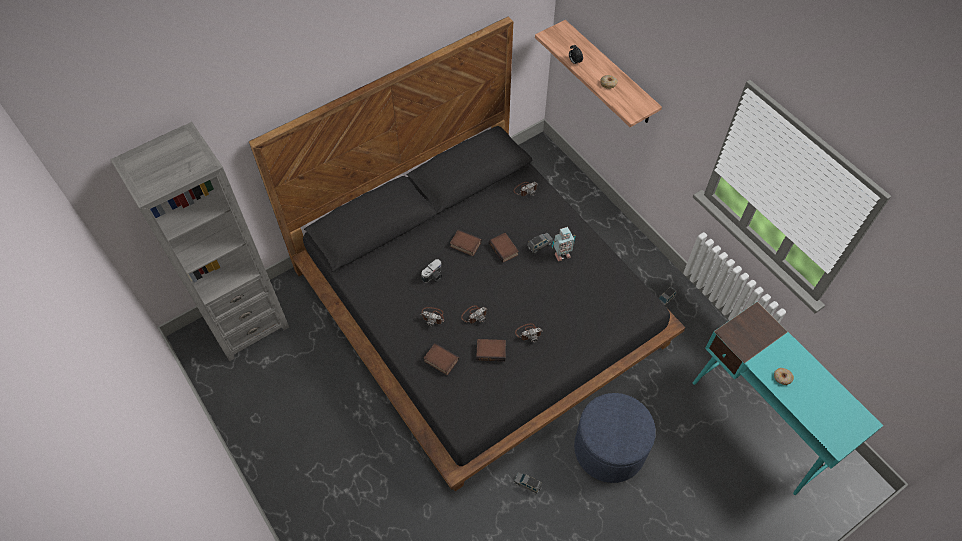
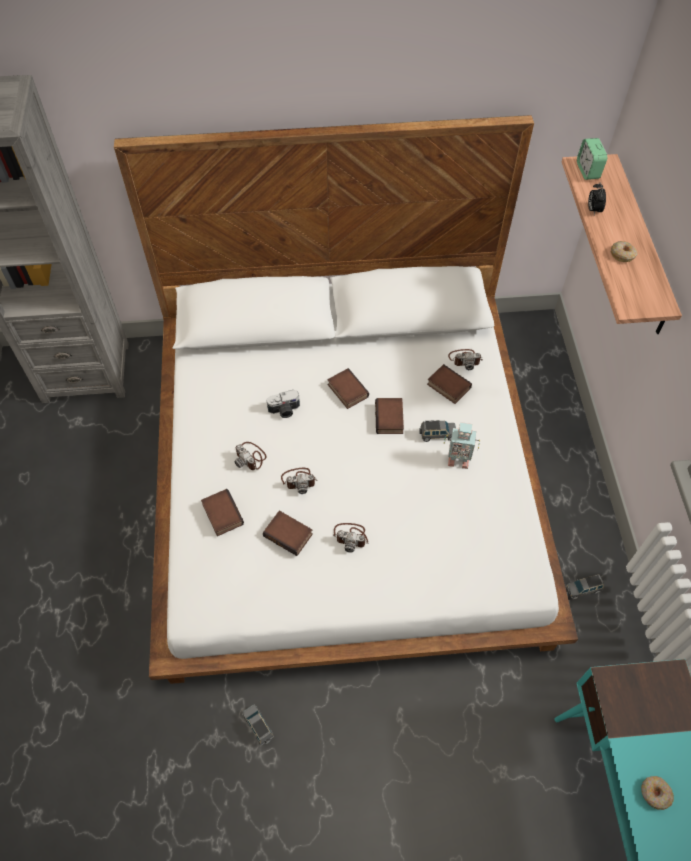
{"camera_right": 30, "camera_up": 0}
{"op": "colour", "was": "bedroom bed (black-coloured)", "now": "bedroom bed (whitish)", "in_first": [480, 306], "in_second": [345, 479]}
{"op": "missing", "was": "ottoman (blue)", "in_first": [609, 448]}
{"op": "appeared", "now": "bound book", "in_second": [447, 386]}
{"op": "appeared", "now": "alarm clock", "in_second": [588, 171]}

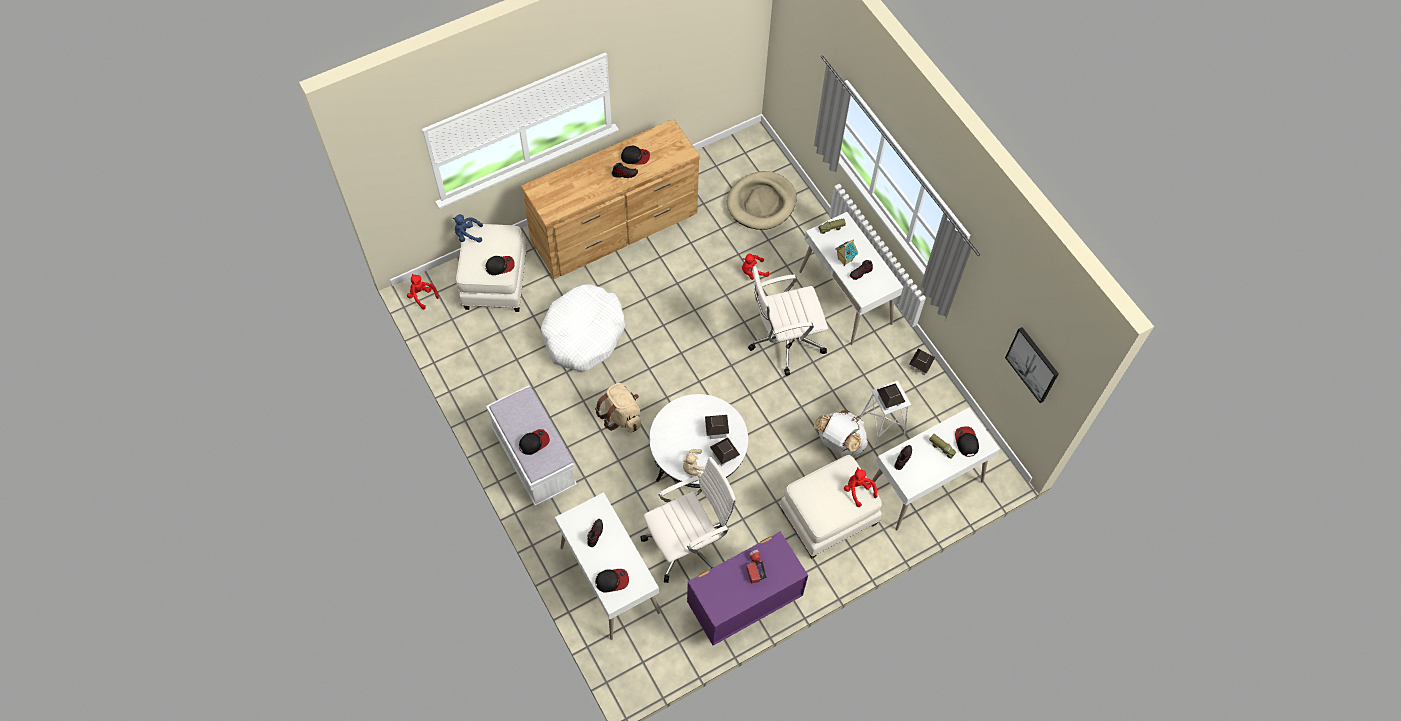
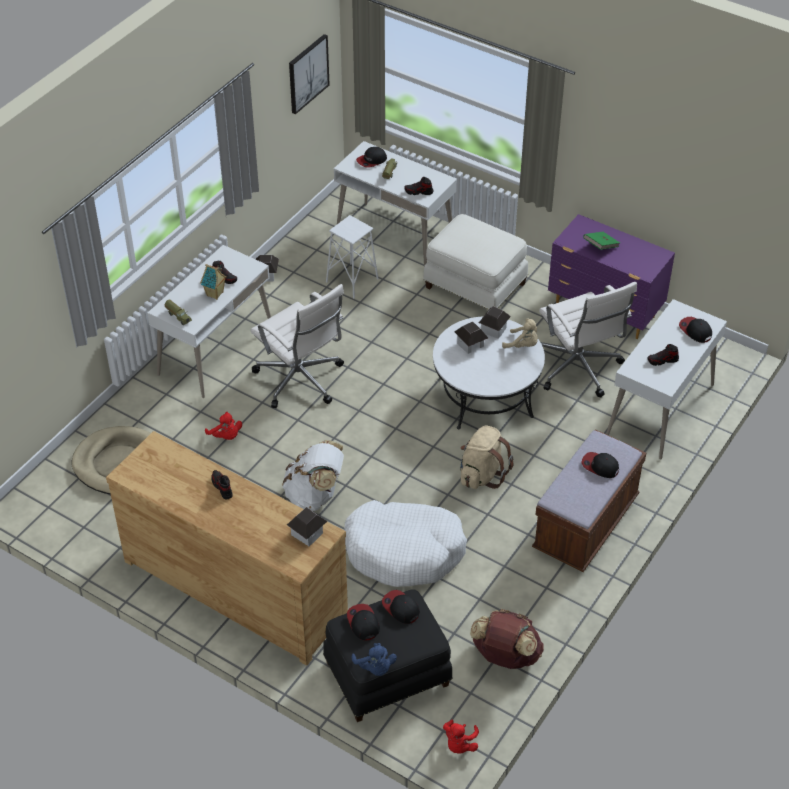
{"camera_right": -115, "camera_up": -15}
{"op": "colour", "was": "ottoman (whitish)", "now": "ottoman (black-coloured)", "in_first": [494, 281], "in_second": [387, 675]}
{"op": "colour", "was": "indoor bench (whitish)", "now": "indoor bench (brown-coloured)", "in_first": [534, 459], "in_second": [585, 524]}
{"op": "relocated", "was": "peaked cap", "in_first": [635, 157], "in_second": [363, 623]}
{"op": "spun", "was": "office chair (whitish)", "in_first": [688, 543], "in_second": [578, 369], "clockwise": -150}
{"op": "exchanged", "was": "hand torch", "now": "bound book (greenish)", "in_first": [755, 568], "in_second": [600, 246]}
{"op": "relocated", "was": "backpack (whitish)", "in_first": [839, 442], "in_second": [315, 495]}
{"op": "missing", "was": "cuddly toy (red-coloured)", "in_first": [858, 490]}
{"op": "relocated", "was": "toy house", "in_first": [889, 401], "in_second": [307, 533]}
{"op": "appeared", "now": "backpack (brown-coloured)", "in_second": [505, 656]}

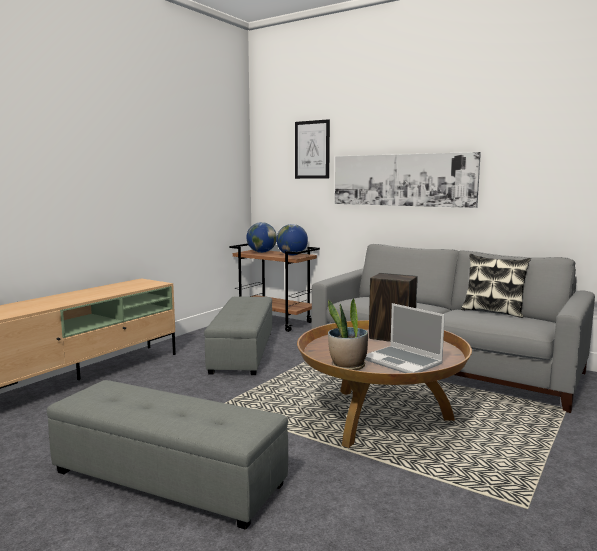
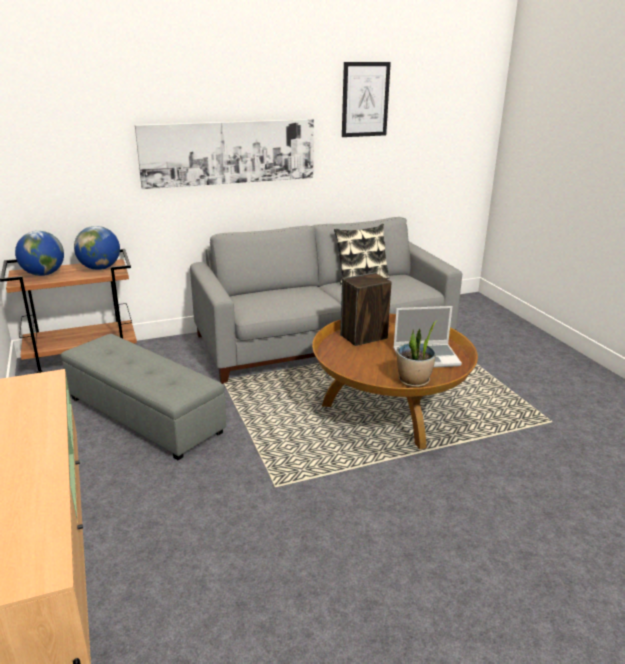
{"camera_right": -55, "camera_up": 15}
{"op": "missing", "was": "ottoman (grey)", "in_first": [168, 478]}
{"op": "relocated", "was": "picture", "in_first": [312, 149], "in_second": [365, 99]}

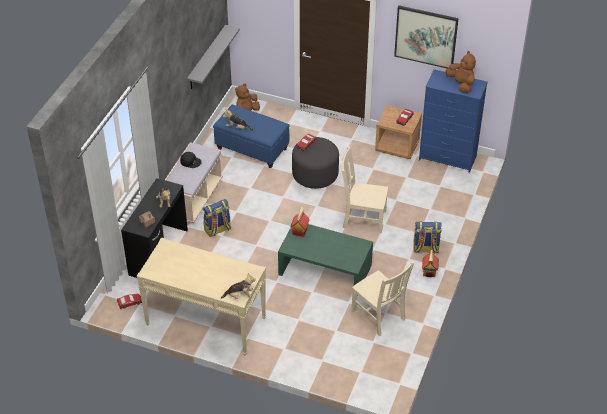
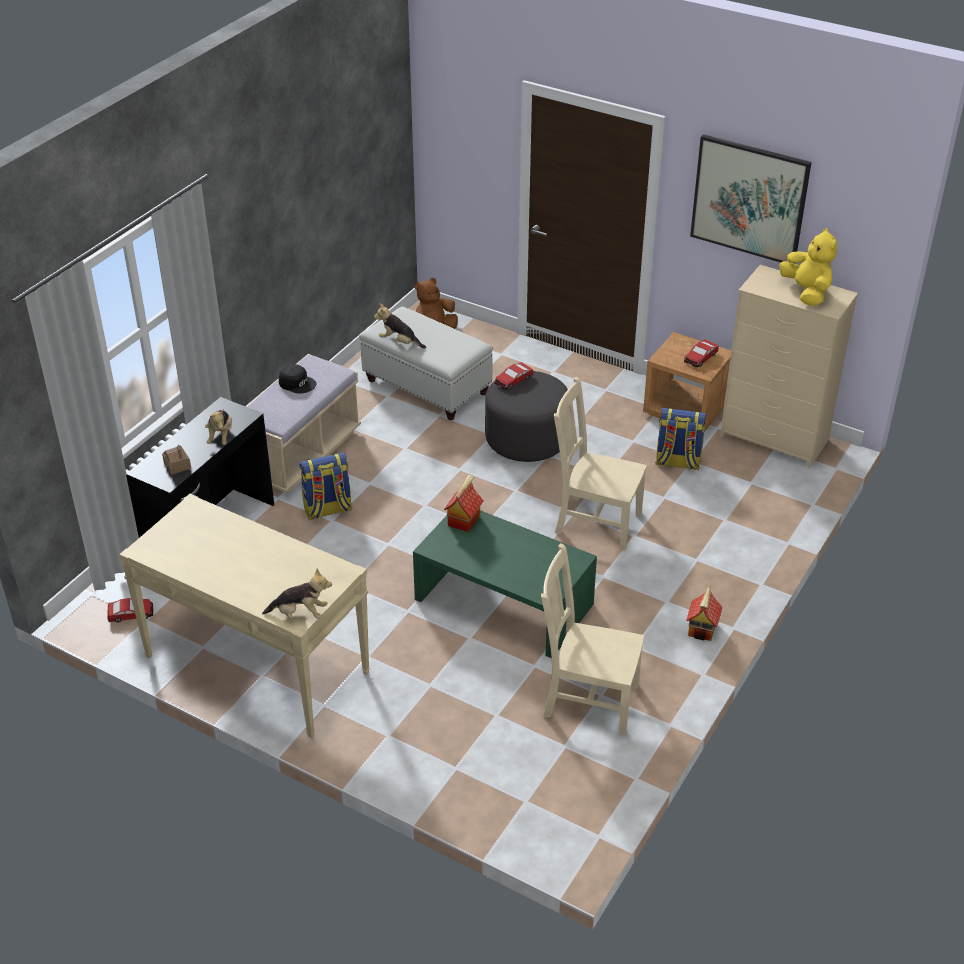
{"camera_right": 10, "camera_up": -5}
{"op": "missing", "was": "bracket shelf (grey)", "in_first": [207, 58]}
{"op": "colour", "was": "ottoman (blue)", "now": "ottoman (whitish)", "in_first": [252, 149], "in_second": [427, 387]}
{"op": "spun", "was": "plain chair (sand-coloured)", "in_first": [379, 316], "in_second": [587, 699], "clockwise": 135}
{"op": "relocated", "was": "backpack", "in_first": [425, 249], "in_second": [677, 462]}
{"op": "colour", "was": "drawer chest (blue)", "now": "drawer chest (sand-coloured)", "in_first": [448, 158], "in_second": [775, 438]}
{"op": "colour", "was": "cuddly toy (brown-coloured)", "now": "cuddly toy (yellow-coloured)", "in_first": [461, 84], "in_second": [806, 292]}

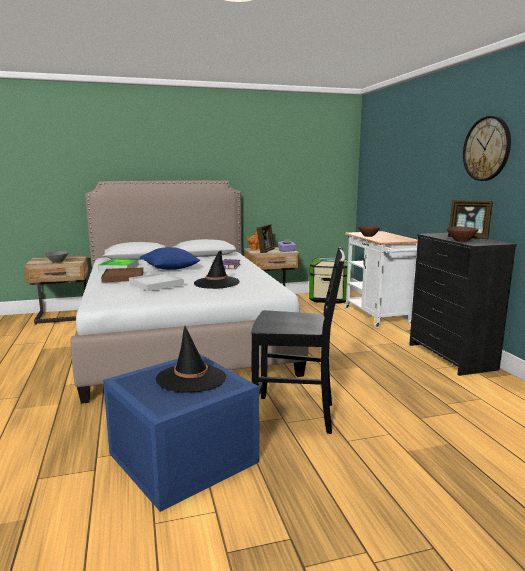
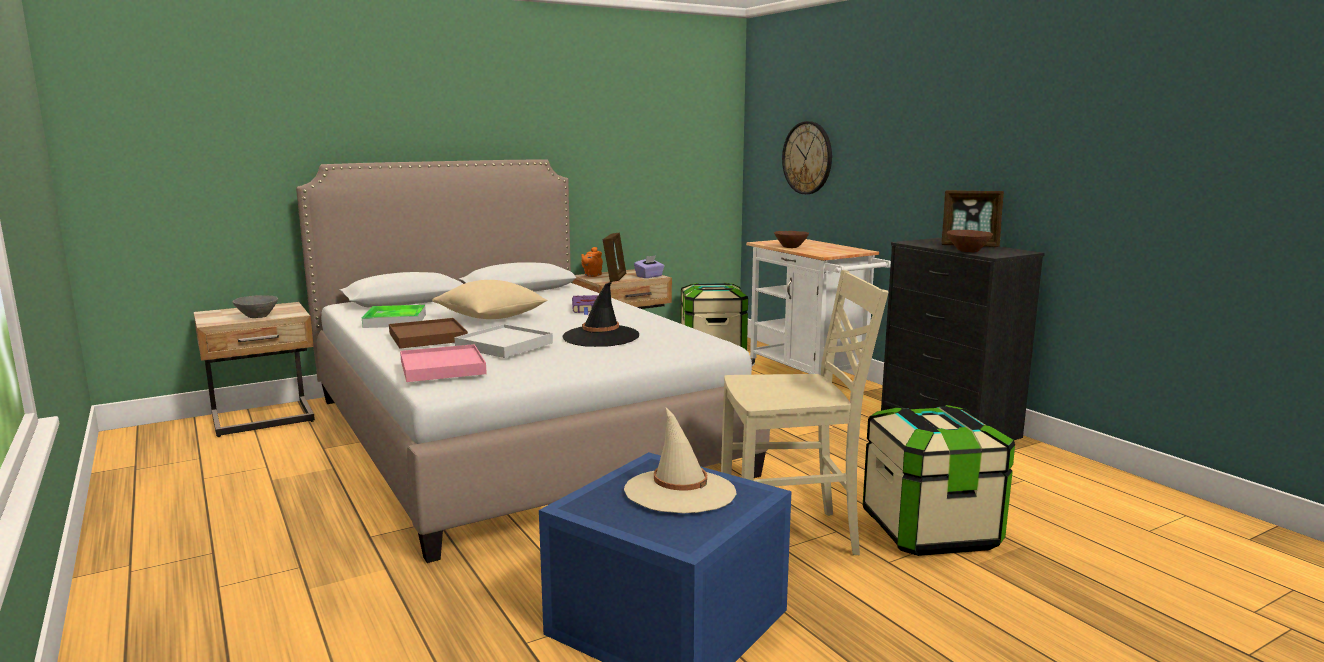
{"camera_right": -15, "camera_up": 0}
{"op": "colour", "was": "cushion (blue)", "now": "cushion (sand-coloured)", "in_first": [170, 269], "in_second": [491, 318]}
{"op": "colour", "was": "wearable hat (black-coloured)", "now": "wearable hat (sand-coloured)", "in_first": [191, 378], "in_second": [680, 492]}
{"op": "colour", "was": "plain chair (black-coloured)", "now": "plain chair (sand-coloured)", "in_first": [295, 415], "in_second": [791, 536]}
{"op": "relocated", "was": "wall clock", "in_first": [486, 149], "in_second": [807, 158]}
{"op": "appeared", "now": "carrying tray (pinkish)", "in_second": [442, 368]}
{"op": "appeared", "now": "storage bin", "in_second": [930, 530]}

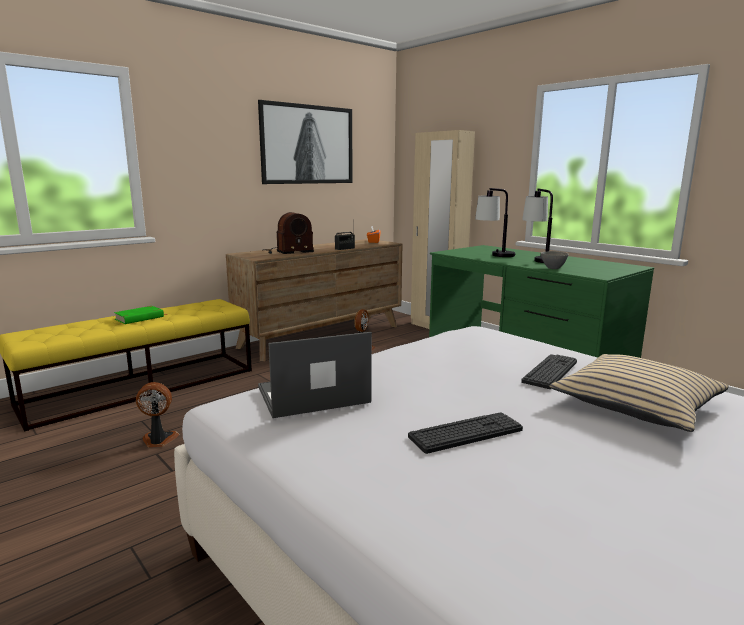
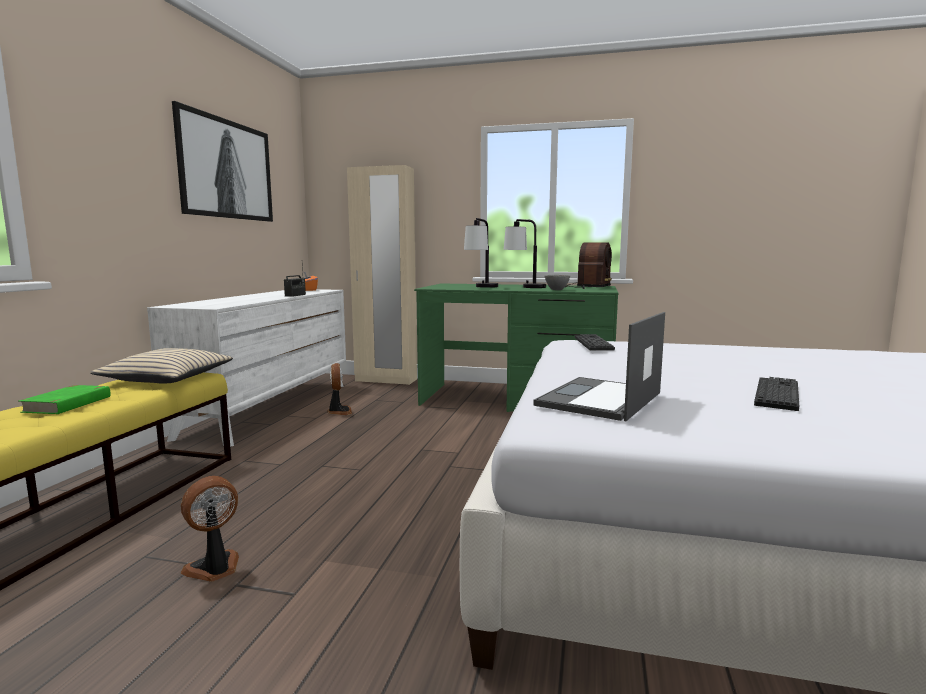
{"camera_right": -35, "camera_up": -5}
{"op": "colour", "was": "drawer chest (brown-coloured)", "now": "drawer chest (whitish)", "in_first": [322, 336], "in_second": [270, 408]}
{"op": "relocated", "was": "radio receiver", "in_first": [287, 252], "in_second": [583, 287]}
{"op": "relocated", "was": "computer keyboard", "in_first": [550, 372], "in_second": [593, 343]}
{"op": "relocated", "was": "cushion (sand-coloured)", "in_first": [637, 404], "in_second": [168, 378]}

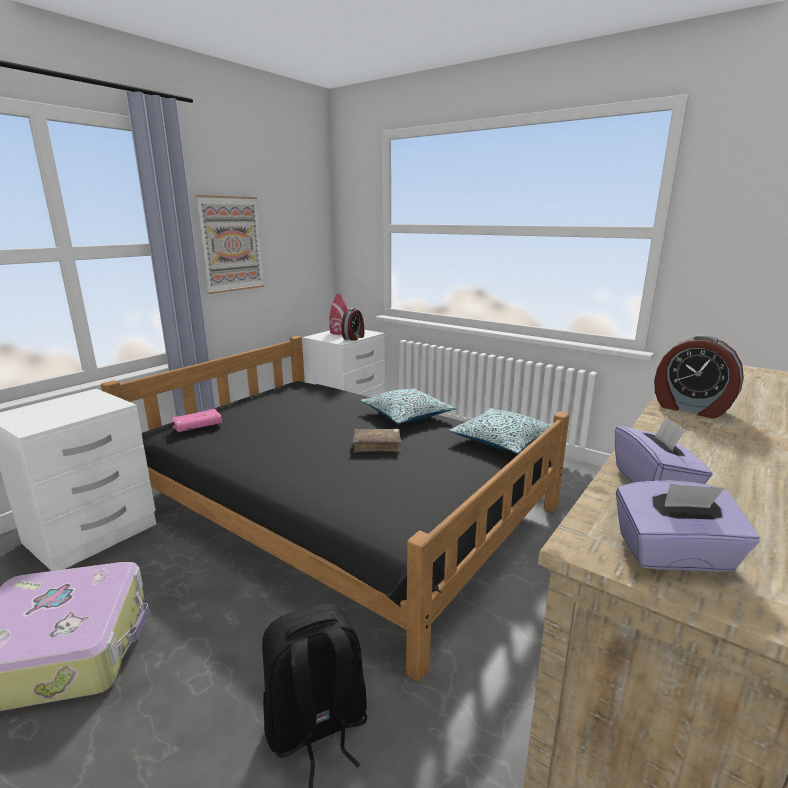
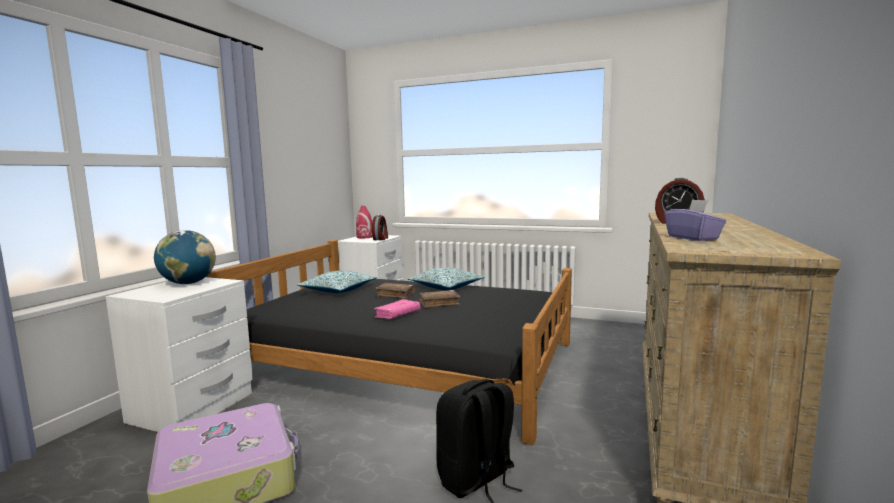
{"camera_right": -15, "camera_up": -10}
{"op": "relocated", "was": "bound book (pinkish)", "in_first": [197, 427], "in_second": [397, 315]}
{"op": "missing", "was": "picture", "in_first": [231, 244]}
{"op": "relocated", "was": "cushion", "in_first": [502, 440], "in_second": [338, 290]}
{"op": "missing", "was": "tissue holder (purplish)", "in_first": [675, 555]}
{"op": "appeared", "now": "globe", "in_second": [188, 283]}
{"op": "appeared", "now": "bound book (brown-coloured)", "in_second": [395, 295]}

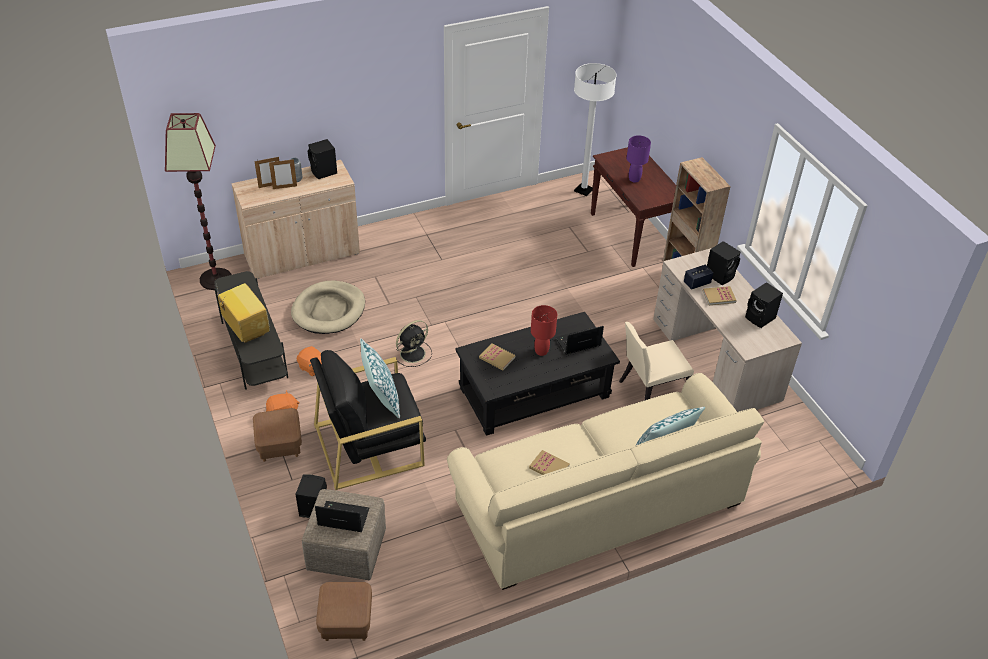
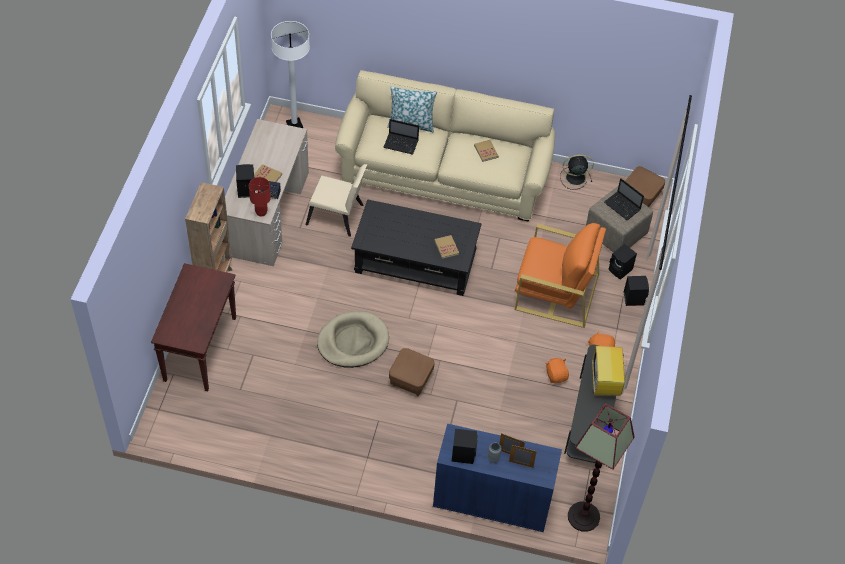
{"camera_right": -145, "camera_up": 10}
{"op": "colour", "was": "cupboard (sand-coloured)", "now": "cupboard (blue)", "in_first": [302, 255], "in_second": [492, 500]}
{"op": "relocated", "was": "ottoman (brown-coloured)", "in_first": [280, 446], "in_second": [411, 380]}
{"op": "relocated", "was": "pet bed (sand-coloured)", "in_first": [329, 310], "in_second": [353, 341]}
{"op": "colour", "was": "armchair (black-coloured)", "now": "armchair (orange)", "in_first": [370, 444], "in_second": [556, 291]}
{"op": "missing", "was": "cushion", "in_first": [381, 398]}
{"op": "relocated", "was": "cooling fan (black-coloured)", "in_first": [413, 353], "in_second": [574, 178]}
{"op": "relocated", "was": "table lamp (red-coloured)", "in_first": [541, 351], "in_second": [261, 212]}
{"op": "relocated", "was": "notebook computer", "in_first": [577, 343], "in_second": [401, 144]}
{"op": "relocated", "was": "standard lamp (whitish)", "in_first": [583, 190], "in_second": [294, 125]}
{"op": "missing", "was": "table lamp (purplish)", "in_first": [634, 179]}
{"op": "relocated", "was": "loudspeaker (black-coloured)", "in_first": [760, 318], "in_second": [633, 298]}

